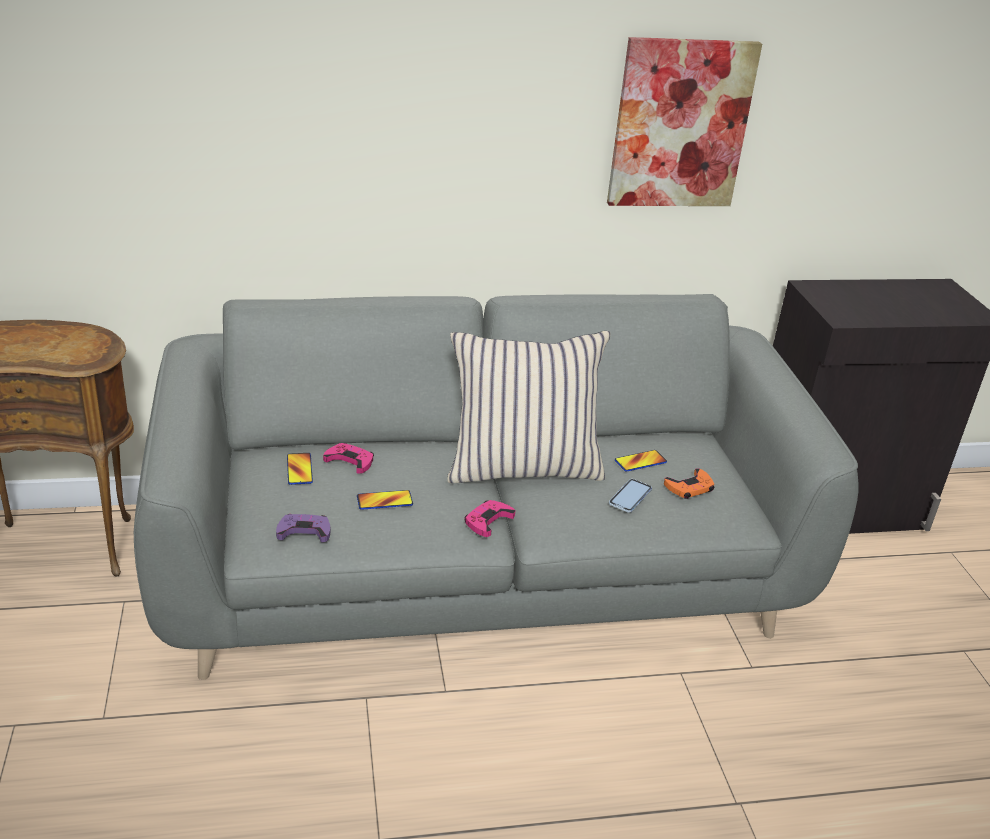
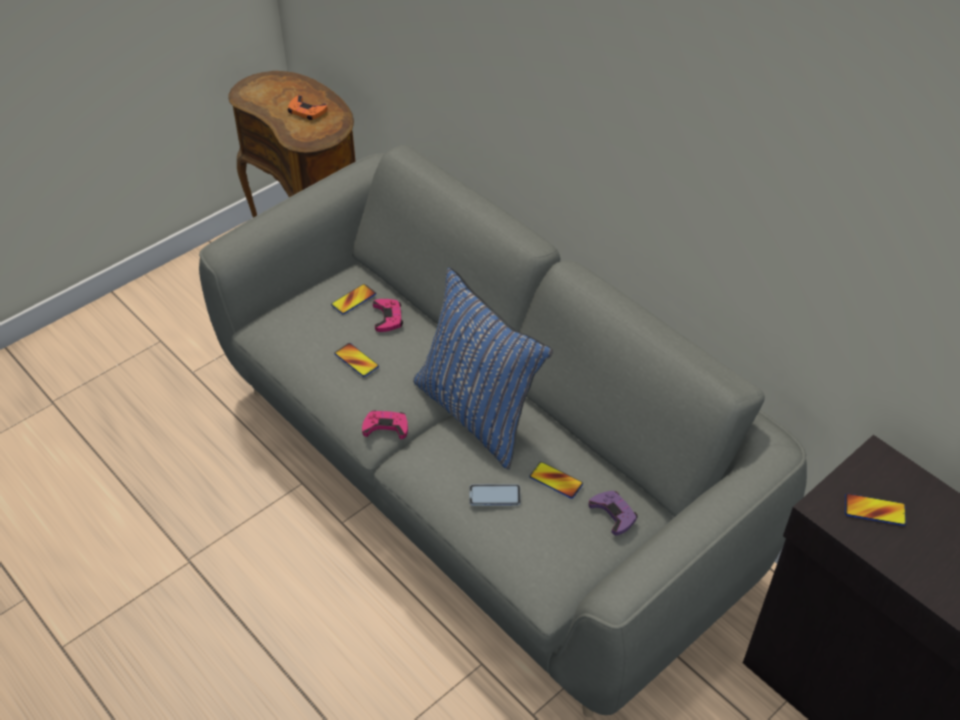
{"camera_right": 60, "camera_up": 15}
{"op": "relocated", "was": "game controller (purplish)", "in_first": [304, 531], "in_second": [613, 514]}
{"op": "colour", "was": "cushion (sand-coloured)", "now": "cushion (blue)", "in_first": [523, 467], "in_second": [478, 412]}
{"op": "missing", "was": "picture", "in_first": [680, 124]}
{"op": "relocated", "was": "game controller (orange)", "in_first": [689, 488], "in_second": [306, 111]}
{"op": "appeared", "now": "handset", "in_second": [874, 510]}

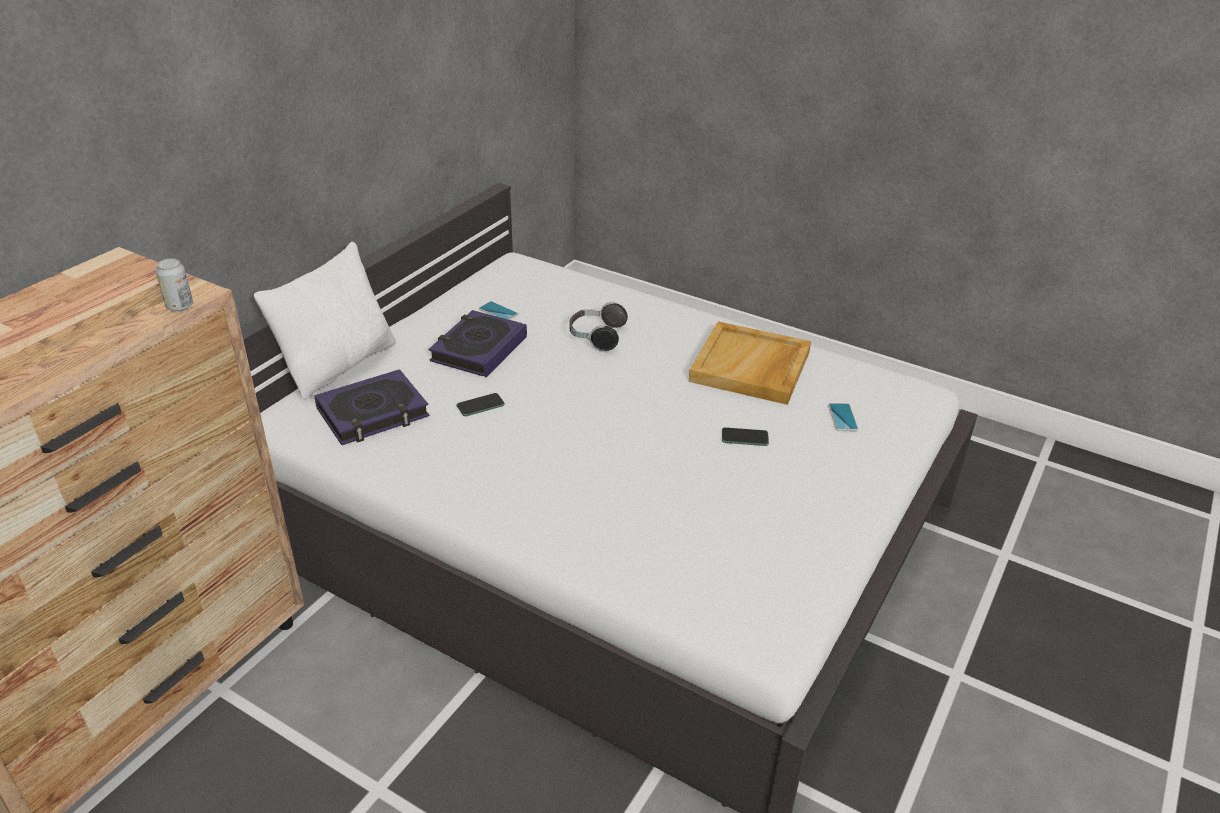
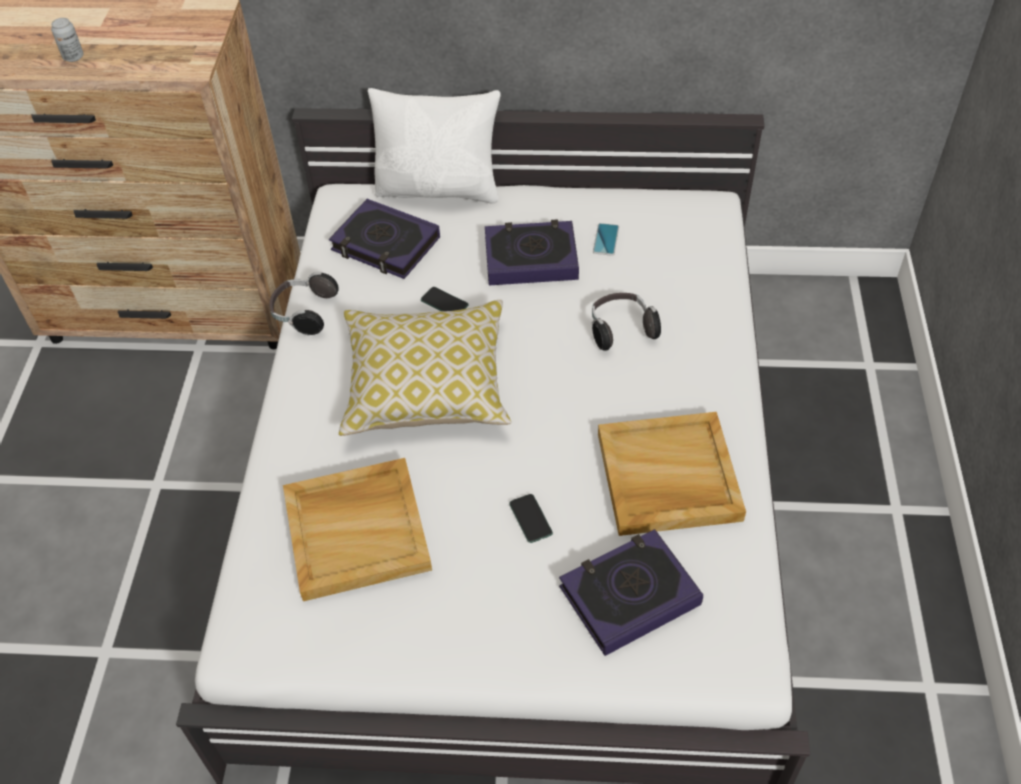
{"camera_right": 65, "camera_up": 15}
{"op": "relocated", "was": "metal can", "in_first": [180, 306], "in_second": [73, 57]}
{"op": "exchanged", "was": "handset", "now": "bound book", "in_first": [842, 417], "in_second": [629, 595]}
{"op": "appeared", "now": "headphones", "in_second": [304, 313]}
{"op": "appeared", "now": "carrying tray (sand-coloured)", "in_second": [358, 530]}
{"op": "appeared", "now": "cushion", "in_second": [427, 384]}

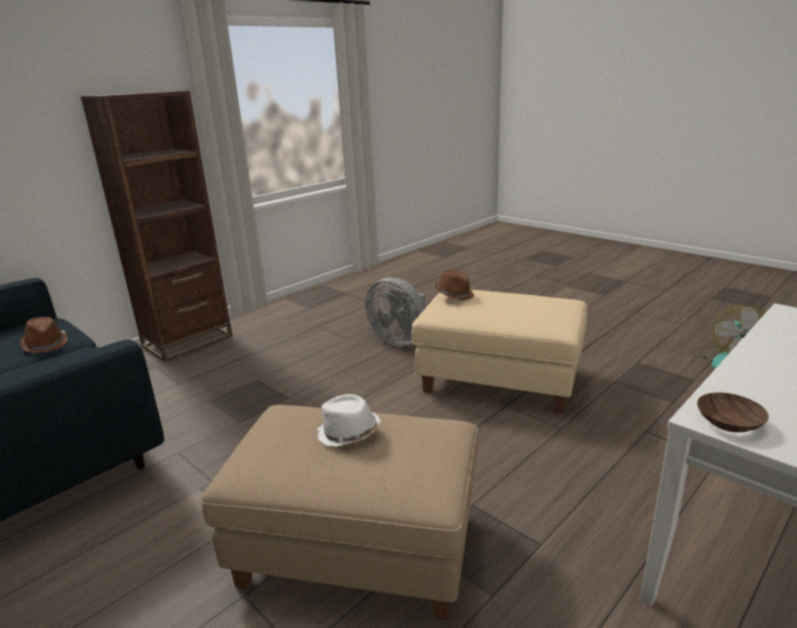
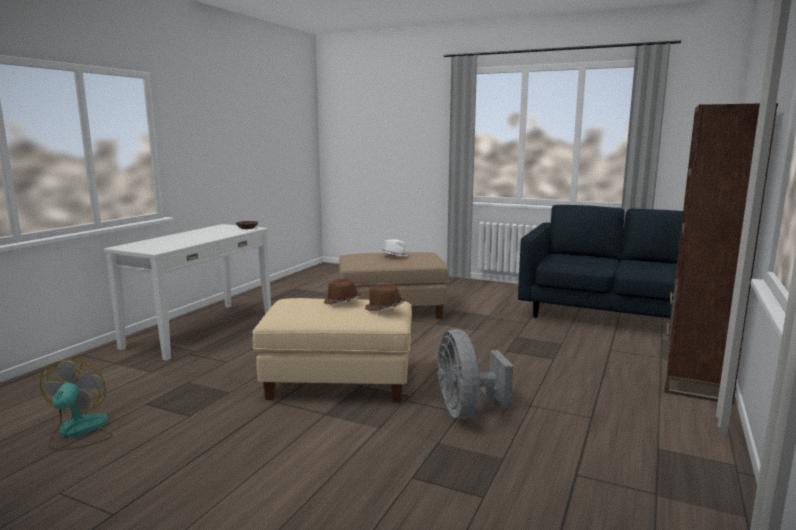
{"camera_right": 160, "camera_up": -10}
{"op": "relocated", "was": "wearable hat (brown-coloured)", "in_first": [45, 344], "in_second": [342, 302]}
{"op": "spun", "was": "cooling fan (grey)", "in_first": [400, 340], "in_second": [466, 411], "clockwise": -120}

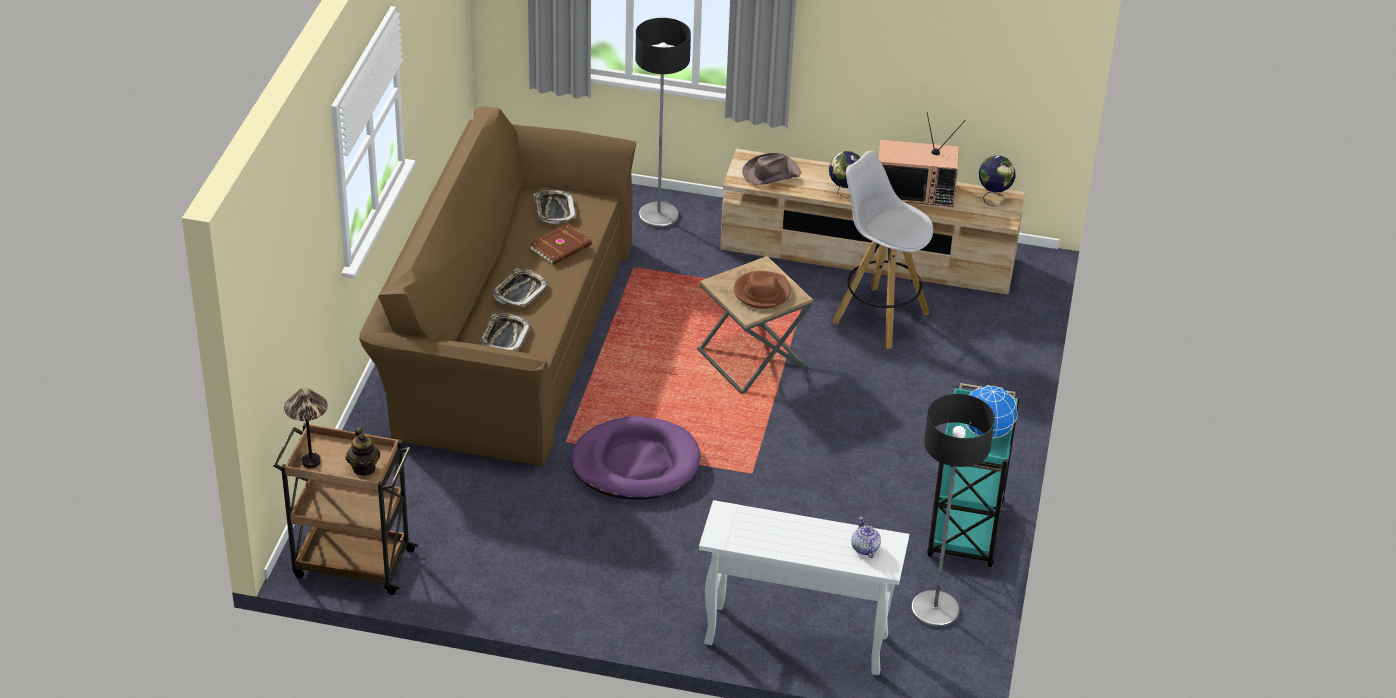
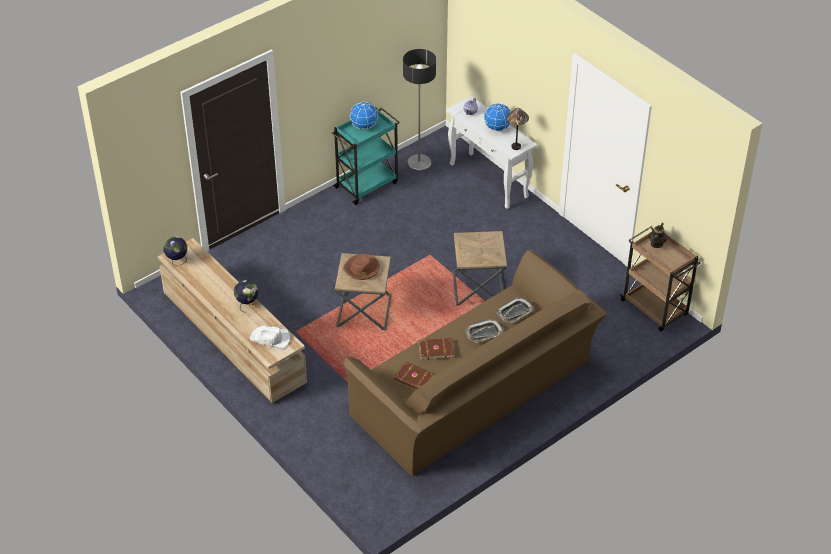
{"camera_right": -140, "camera_up": 5}
{"op": "relocated", "was": "table lamp", "in_first": [311, 461], "in_second": [515, 147]}
{"op": "exchanged", "was": "carrying tray", "now": "bound book (brown-coloured)", "in_first": [554, 210], "in_second": [414, 378]}
{"op": "exchanged", "was": "pet bed (purplish)", "now": "side table (brown-coloured)", "in_first": [636, 464], "in_second": [478, 287]}
{"op": "missing", "was": "standard lamp", "in_first": [659, 216]}
{"op": "colour", "was": "wearable hat (brown-coloured)", "now": "wearable hat (whitish)", "in_first": [770, 173], "in_second": [270, 339]}
{"op": "missing", "was": "stool (whitish)", "in_first": [879, 317]}
{"op": "missing", "was": "TV set", "in_first": [915, 191]}
{"op": "appeared", "now": "globe", "in_second": [497, 128]}

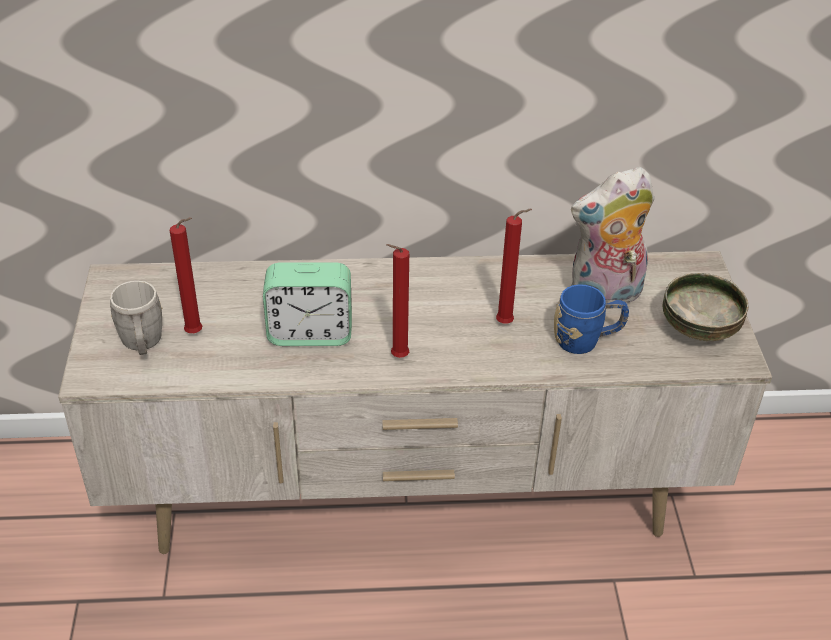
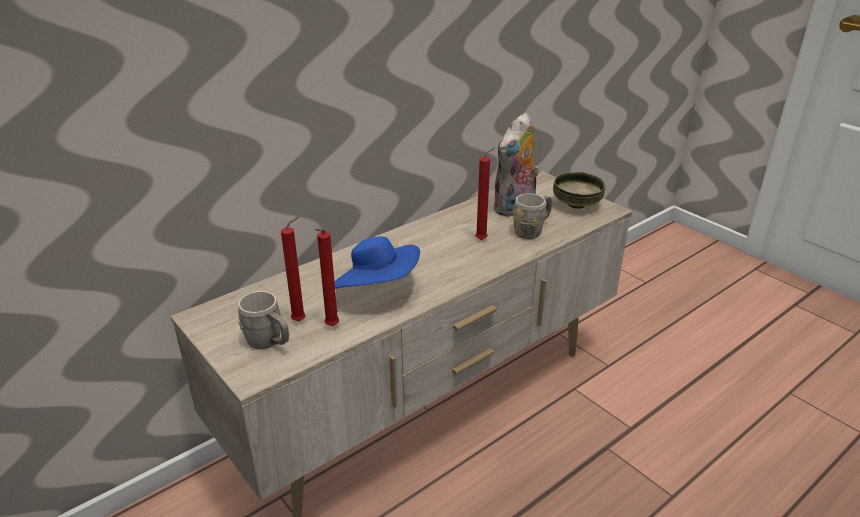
{"camera_right": -35, "camera_up": -10}
{"op": "exchanged", "was": "alarm clock", "now": "wearable hat (blue)", "in_first": [310, 333], "in_second": [376, 289]}
{"op": "relocated", "was": "candle (red-coloured)", "in_first": [397, 357], "in_second": [330, 327]}
{"op": "colour", "was": "tea mug (blue)", "now": "tea mug (grey)", "in_first": [586, 340], "in_second": [532, 230]}

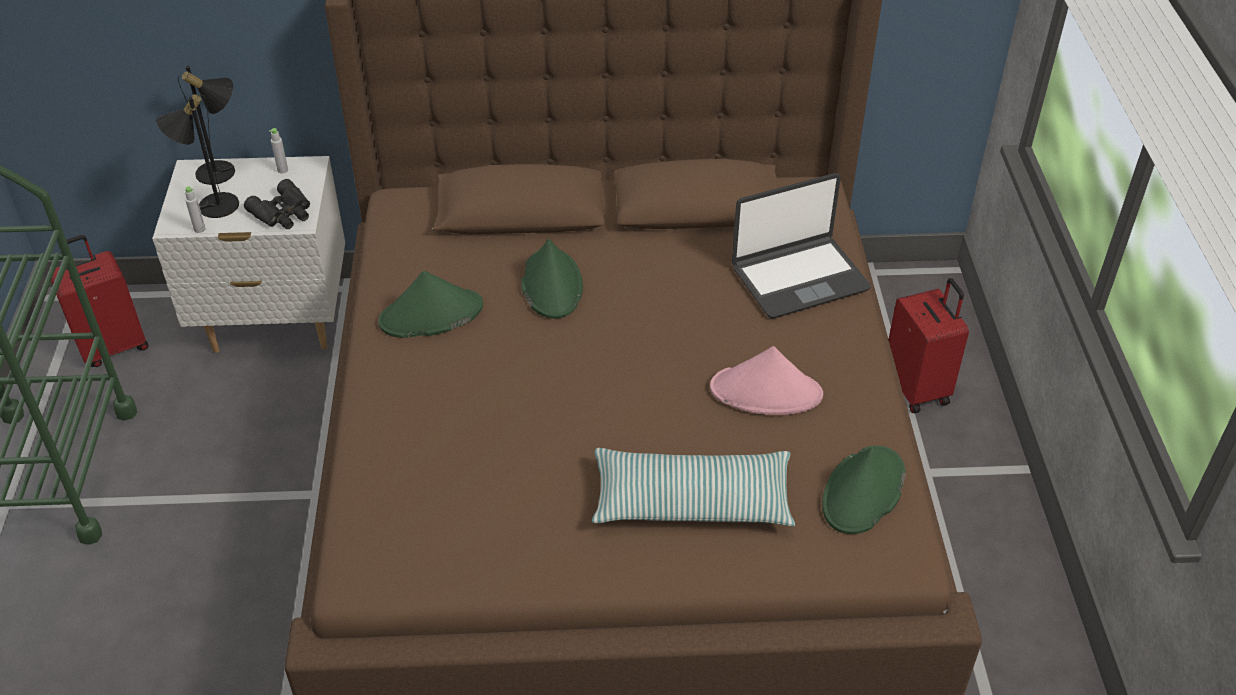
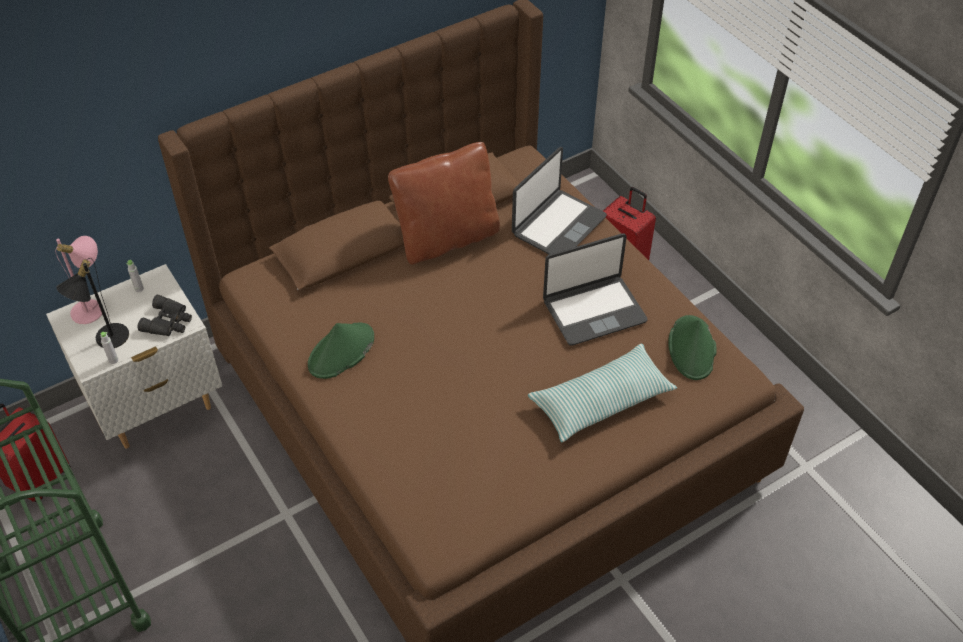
{"camera_right": -30, "camera_up": 5}
{"op": "colour", "was": "table lamp (black-coloured)", "now": "table lamp (pinkish)", "in_first": [223, 172], "in_second": [93, 308]}
{"op": "missing", "was": "wearable hat (greenish)", "in_first": [551, 284]}
{"op": "exchanged", "was": "wearable hat (pinkish)", "now": "notebook computer", "in_first": [766, 392], "in_second": [593, 310]}
{"op": "appeared", "now": "cushion (brown-coloured)", "in_second": [447, 238]}

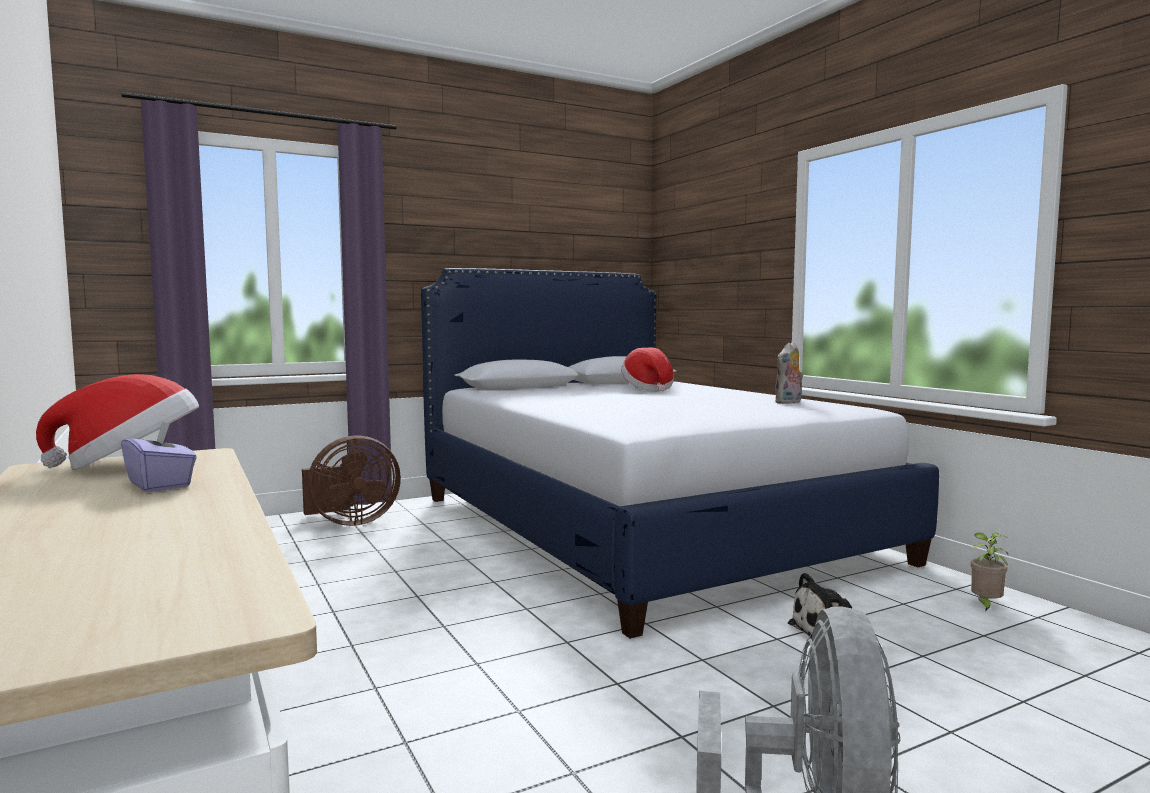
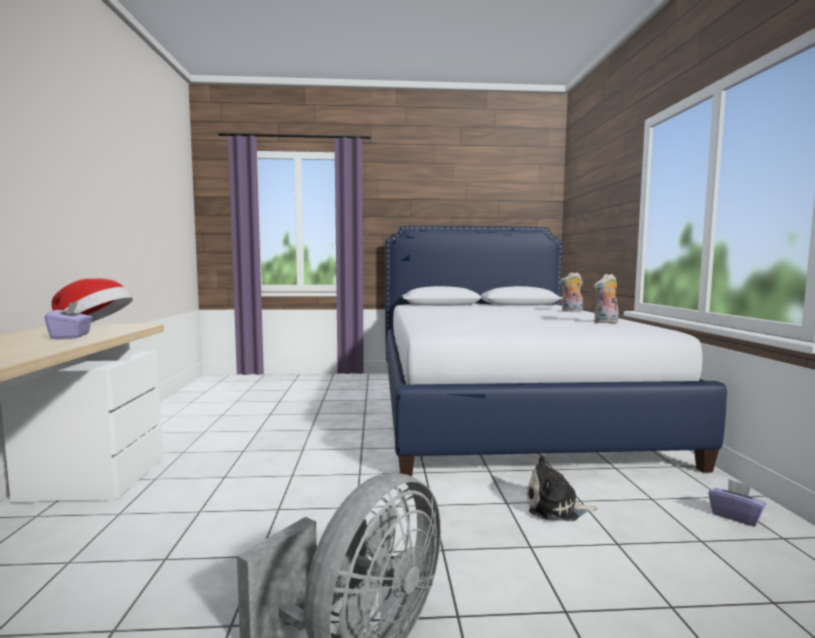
{"camera_right": 25, "camera_up": 0}
{"op": "missing", "was": "cooling fan (brown-coloured)", "in_first": [350, 522]}
{"op": "missing", "was": "wearable hat", "in_first": [648, 389]}
{"op": "exchanged", "was": "plant in a pot", "now": "tissue holder (purplish)", "in_first": [985, 605], "in_second": [735, 516]}
{"op": "appeared", "now": "cuddly toy", "in_second": [571, 311]}

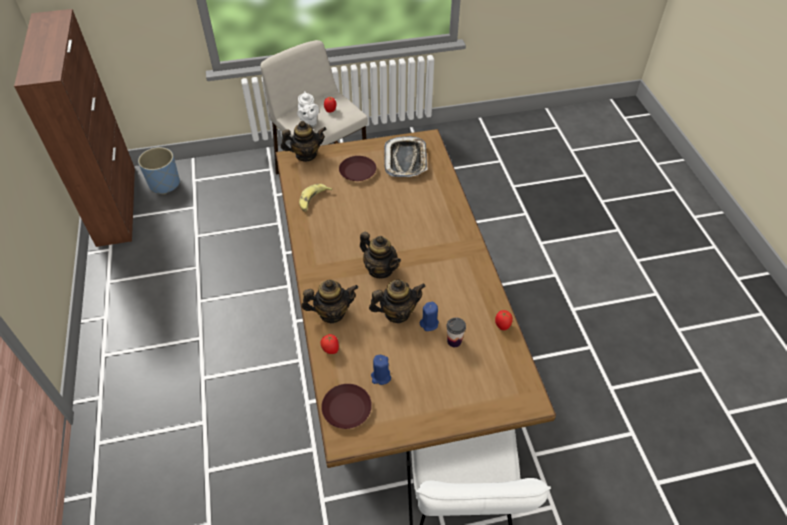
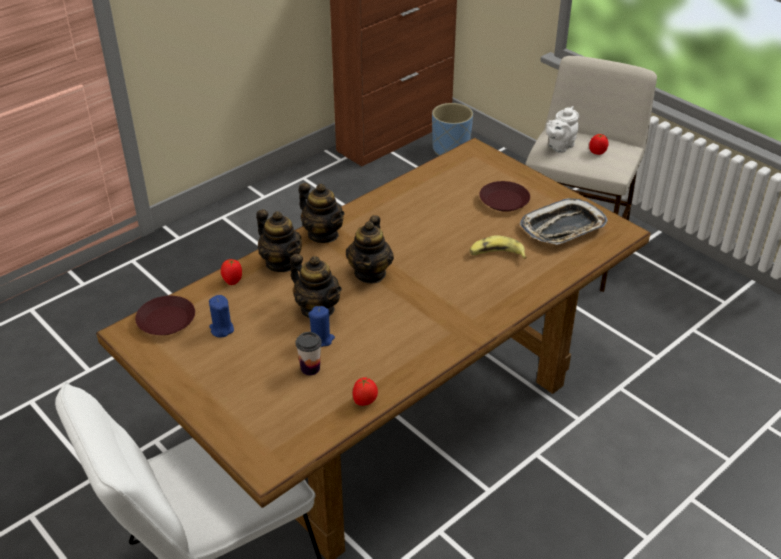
{"camera_right": 60, "camera_up": -10}
{"op": "relocated", "was": "tea pot", "in_first": [306, 155], "in_second": [323, 234]}
{"op": "relocated", "was": "whole banana", "in_first": [313, 200], "in_second": [496, 254]}

